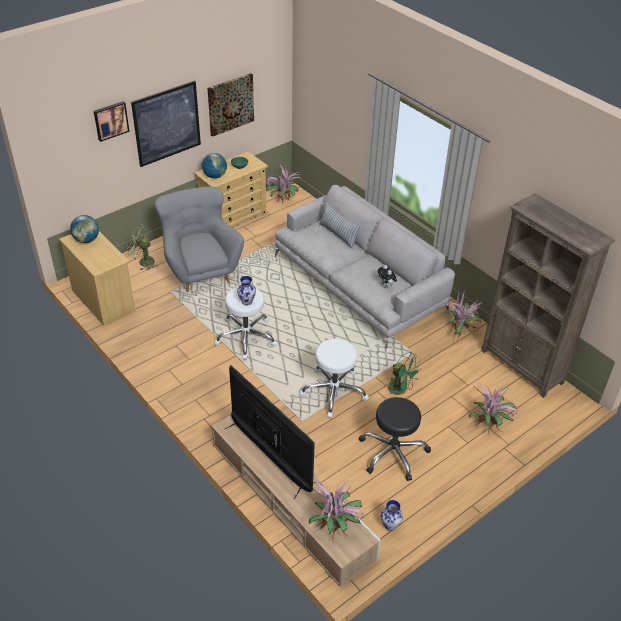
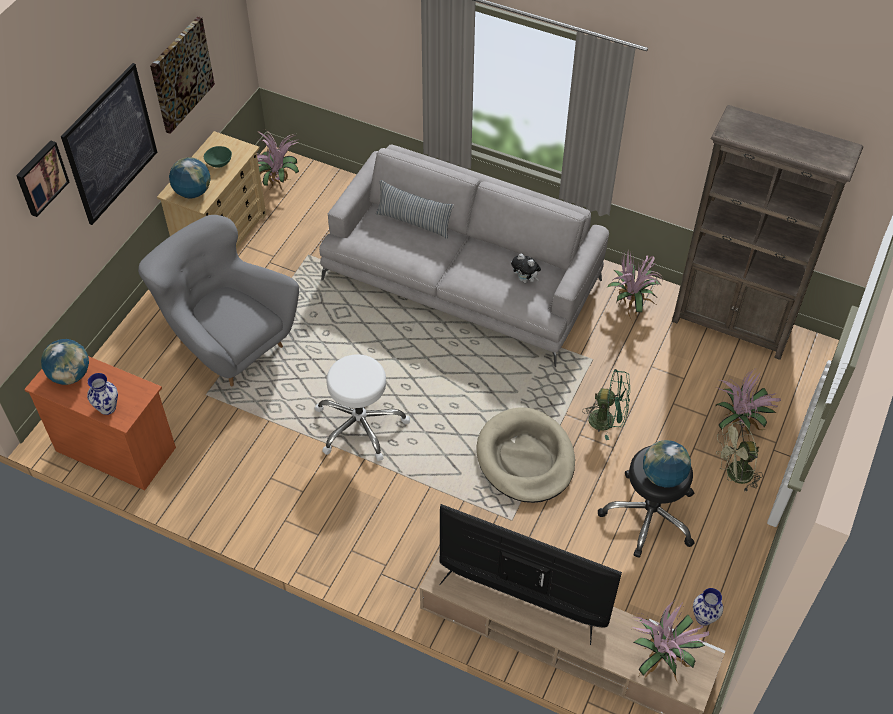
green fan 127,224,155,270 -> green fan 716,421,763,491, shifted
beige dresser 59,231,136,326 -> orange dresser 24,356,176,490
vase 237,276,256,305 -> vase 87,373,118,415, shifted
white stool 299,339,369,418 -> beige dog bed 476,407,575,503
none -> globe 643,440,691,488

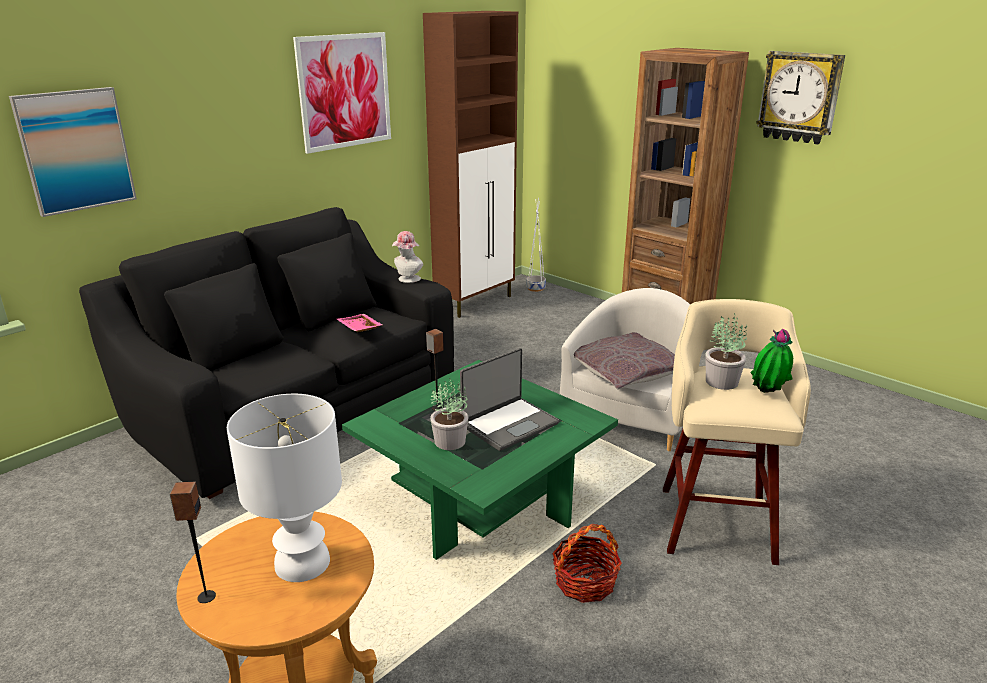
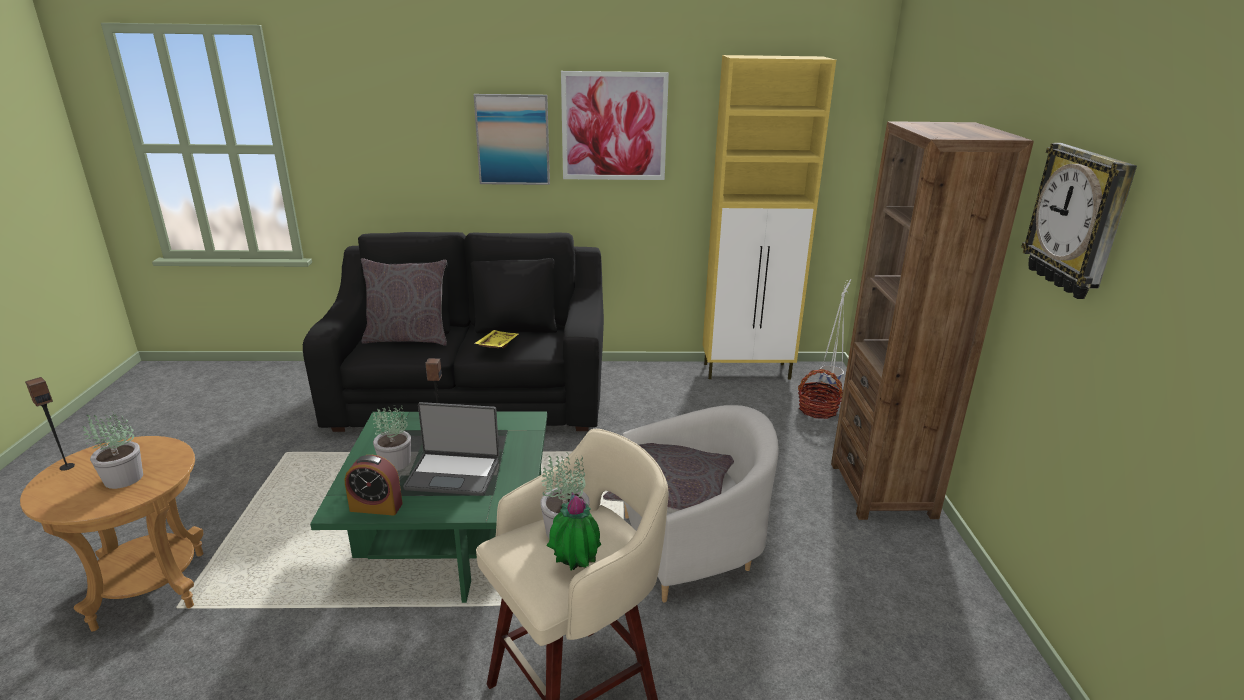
brown cabinet 423,11,518,318 -> yellow cabinet 703,55,836,379
picture 9,87,137,217 -> picture 474,94,550,185, shifted
hat 392,231,423,283 -> none
pink tray 337,314,383,332 -> yellow tray 474,330,519,348
white table lamp 227,394,342,582 -> potted plant 82,411,143,489
basket 552,524,622,603 -> basket 798,369,843,419, shifted
none -> grey pillow 361,258,447,346
none -> alarm clock 345,455,403,516

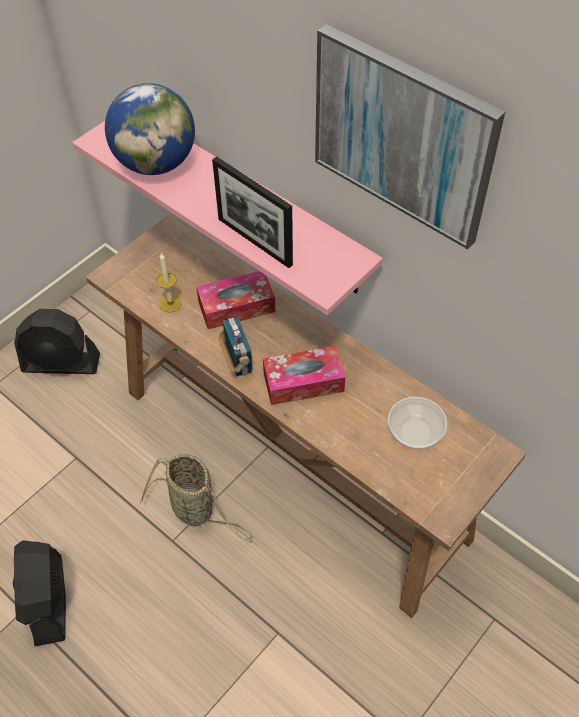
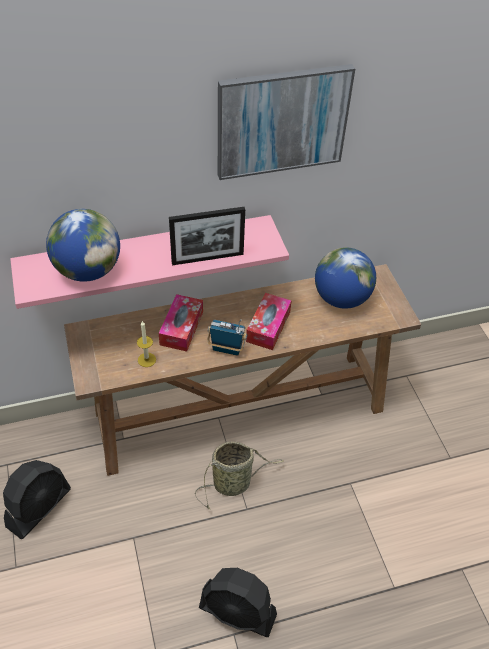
bowl 388,397,447,450 -> globe 315,247,376,309

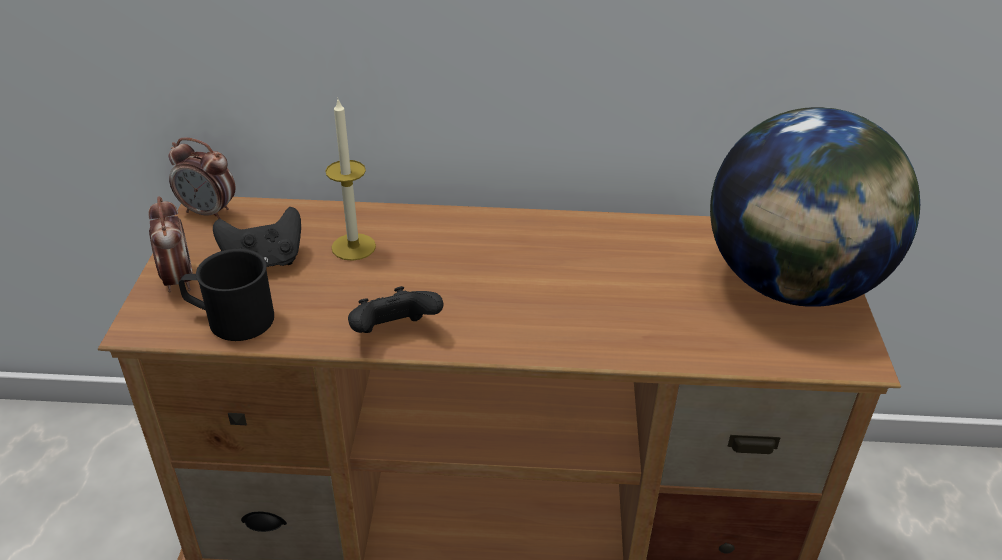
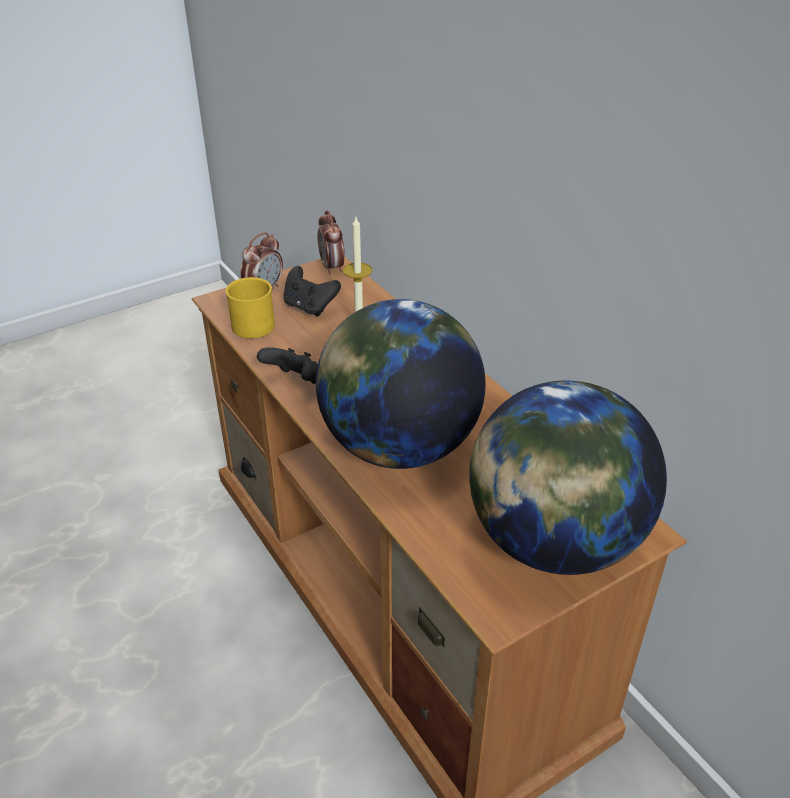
black mug 179,249,274,341 -> yellow mug 226,277,275,339
none -> globe 316,299,486,469

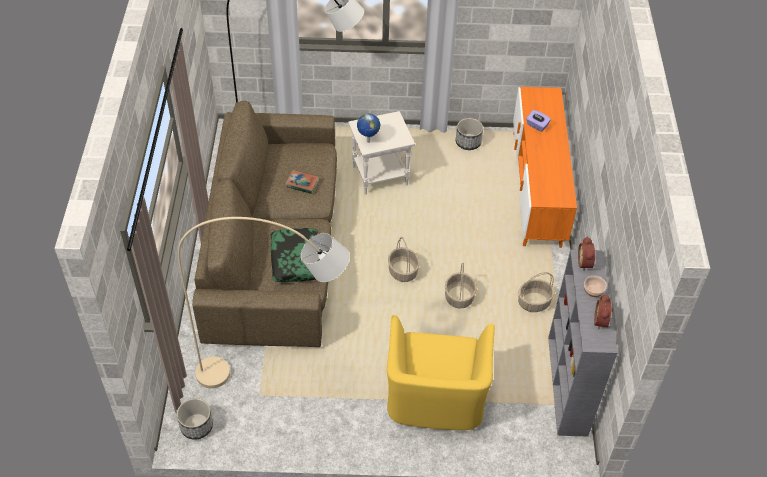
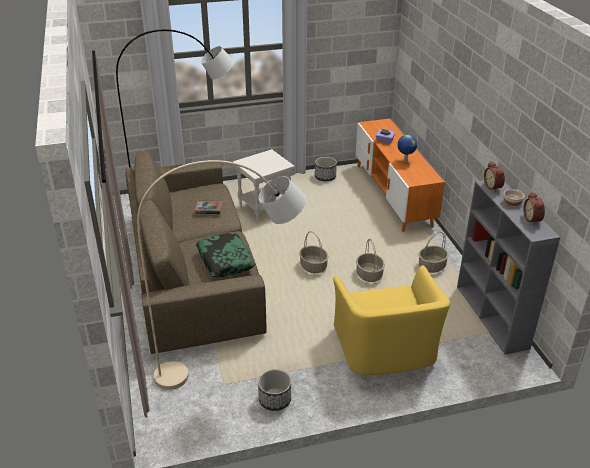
globe 357,113,380,143 -> globe 397,135,417,162, shifted
planter 177,398,213,440 -> planter 258,369,291,411, shifted

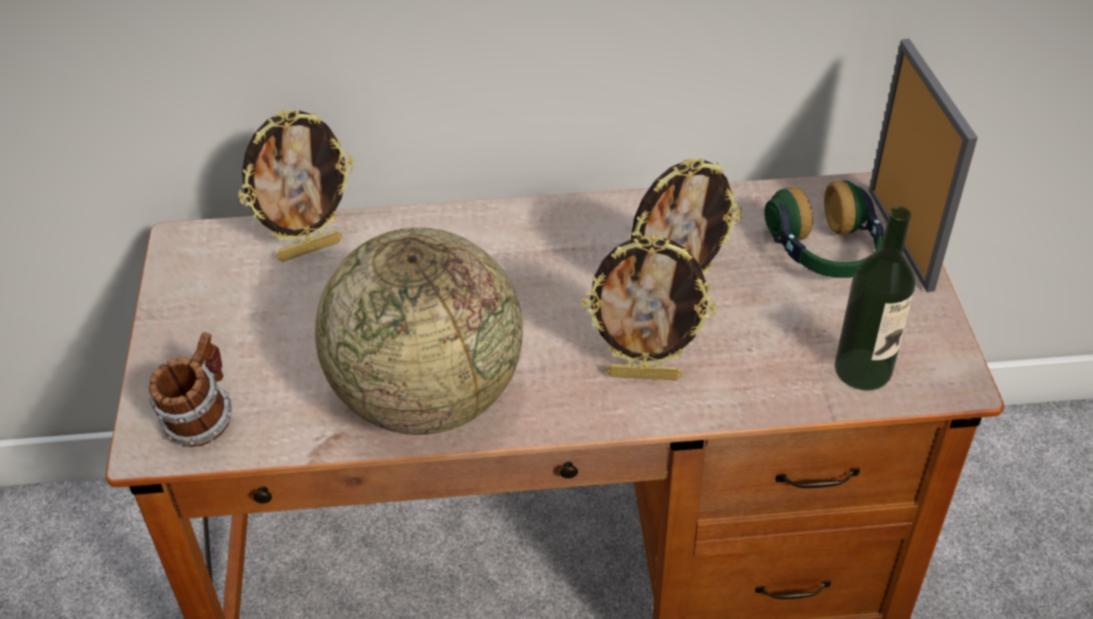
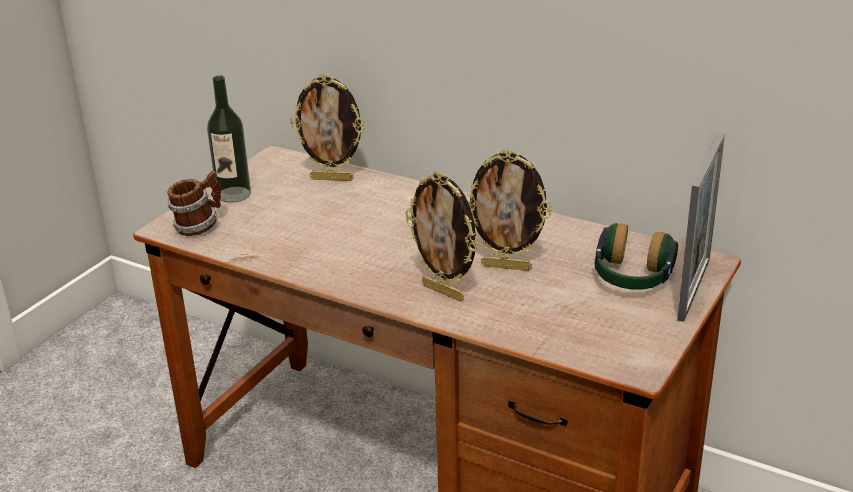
bottle 834,206,915,390 -> bottle 207,76,251,203, shifted
globe 315,227,523,435 -> none

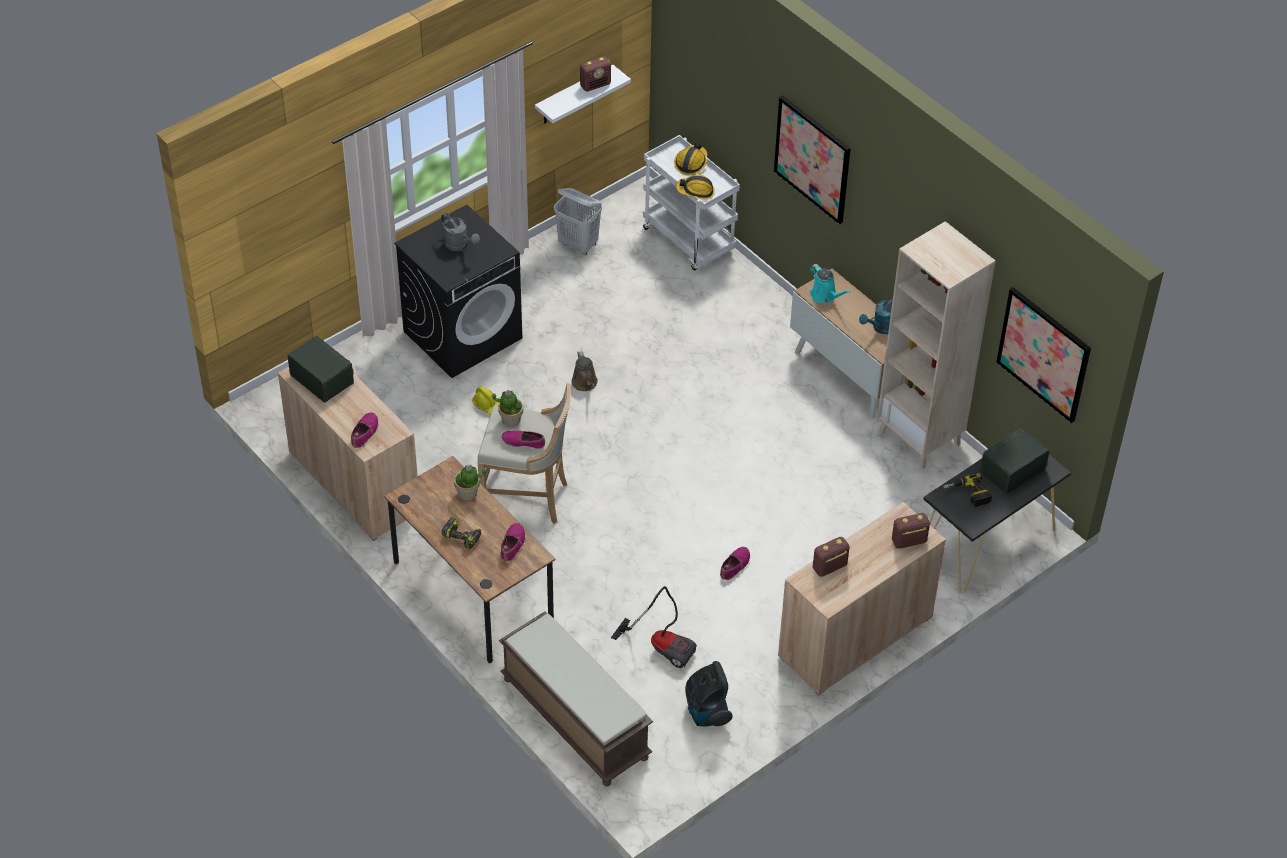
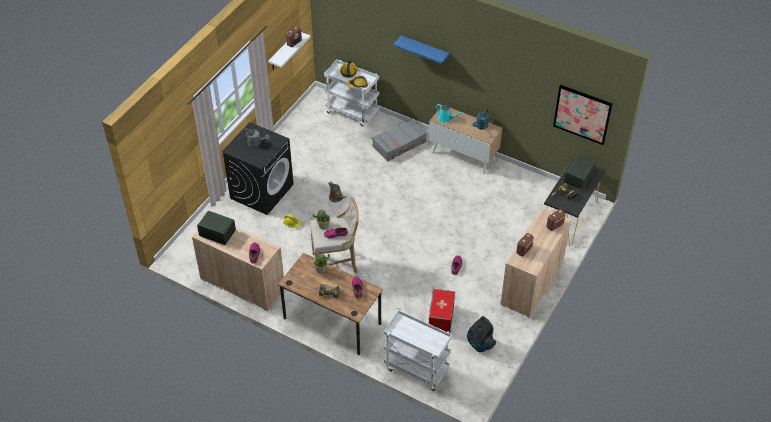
picture 774,95,851,225 -> blue shelf 393,35,449,64
white laundry basket 554,188,602,255 -> none
beige bookcase 877,221,996,469 -> none
vacuum cleaner 611,586,697,668 -> storage box 429,289,455,333
brown bench 499,611,653,786 -> white cart 384,310,452,391
none -> grey suitcase 372,118,427,162

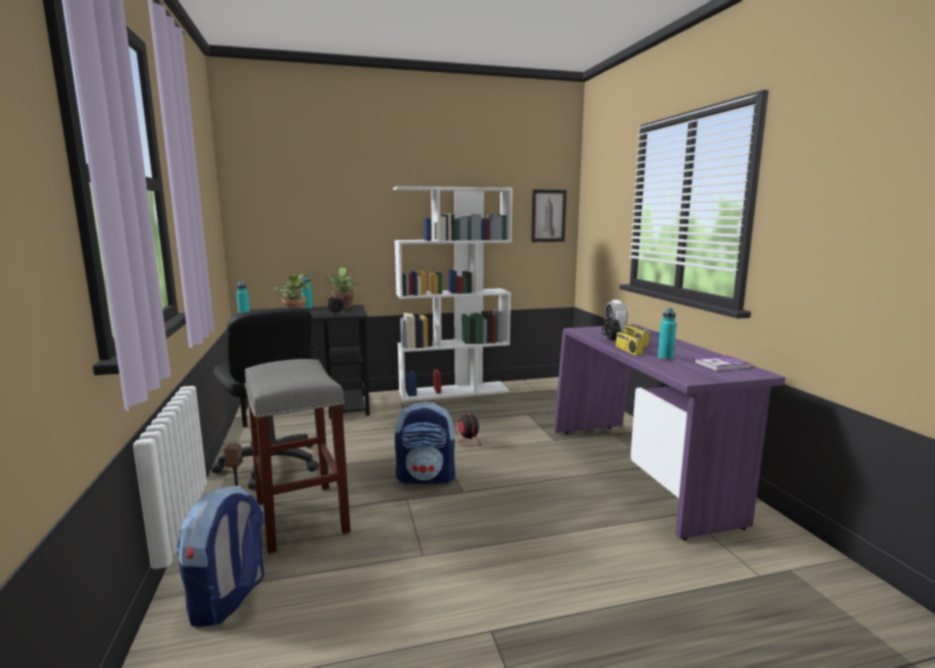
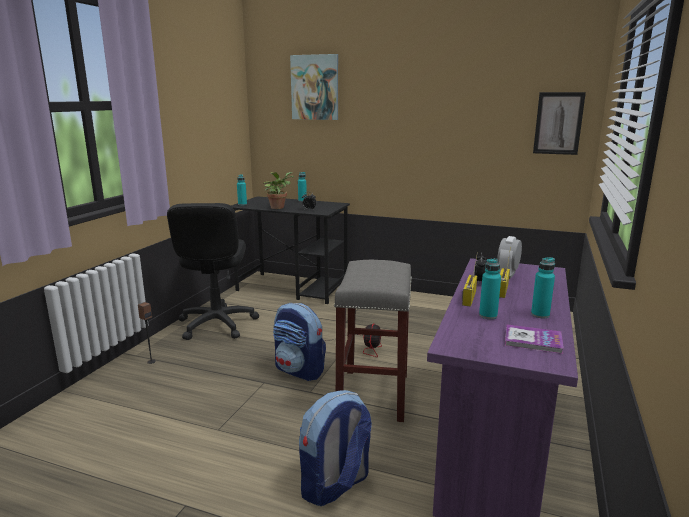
white bookcase 393,186,513,401 -> none
potted plant 324,268,361,309 -> none
grey stool 245,359,351,554 -> grey stool 334,260,412,422, shifted
backpack 176,486,264,627 -> backpack 299,390,372,506, shifted
none -> picture 290,54,338,120
none -> turquoise bottle 531,257,555,318

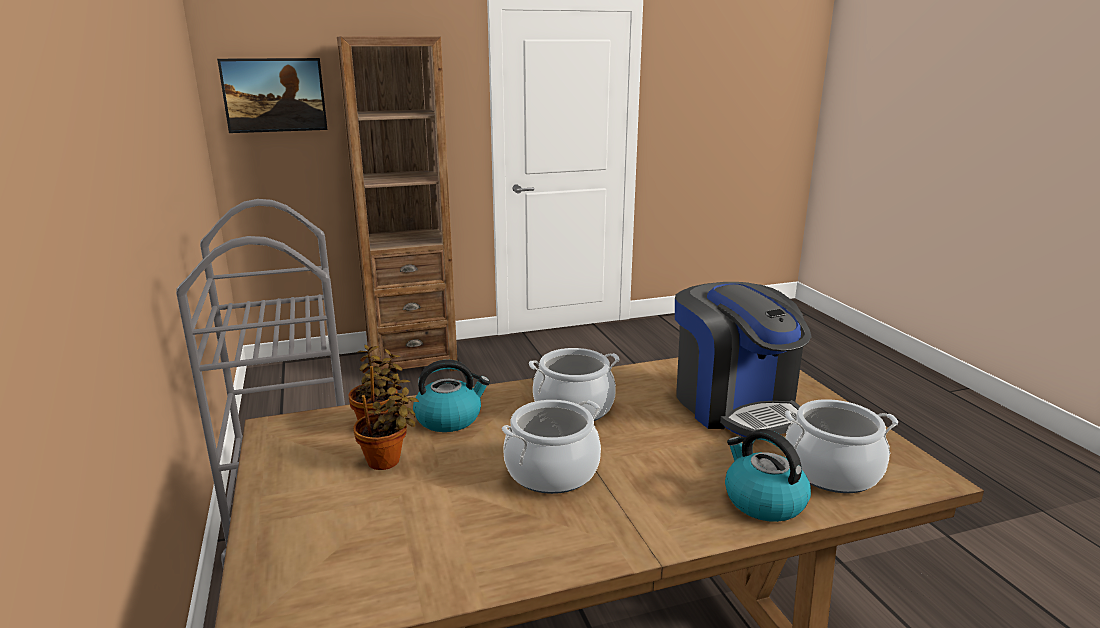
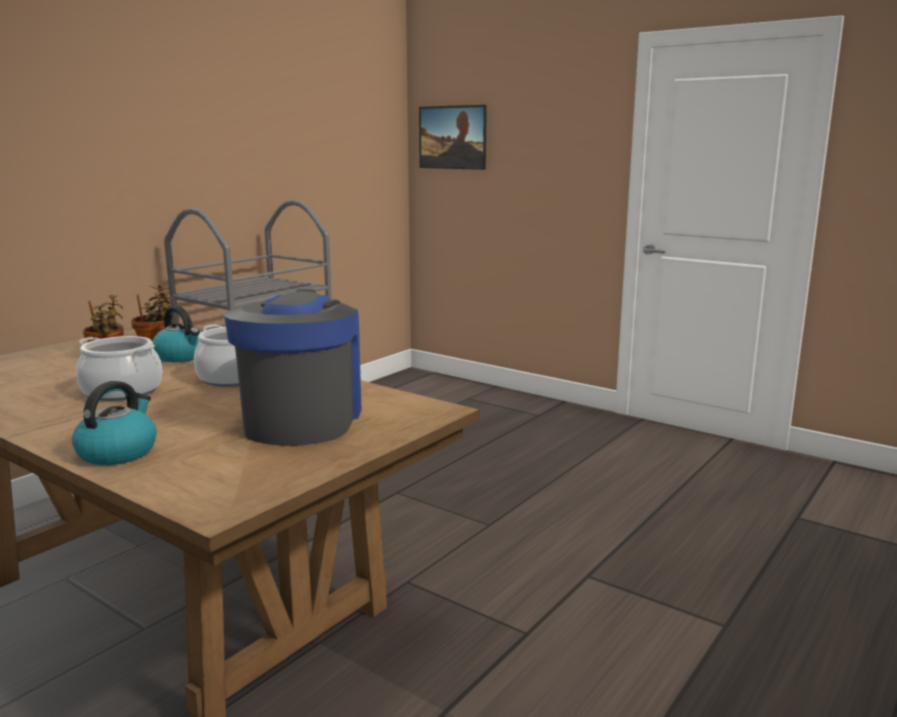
brown bookcase 337,36,457,374 -> none
coffee machine 675,282,812,437 -> coffee machine 224,289,362,446, 150 degrees clockwise
cooking pot 785,399,898,493 -> none

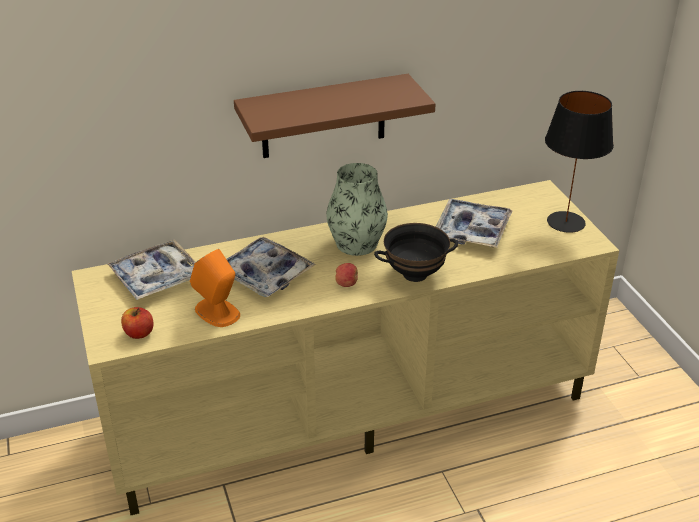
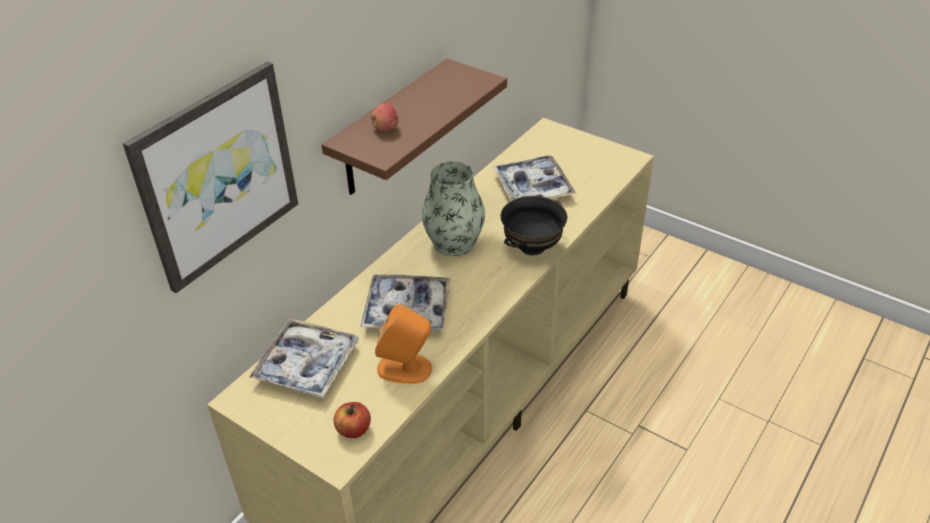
black table lamp 545,91,614,233 -> none
apple 335,263,358,287 -> apple 371,103,399,131, shifted
none -> picture 123,61,298,293

